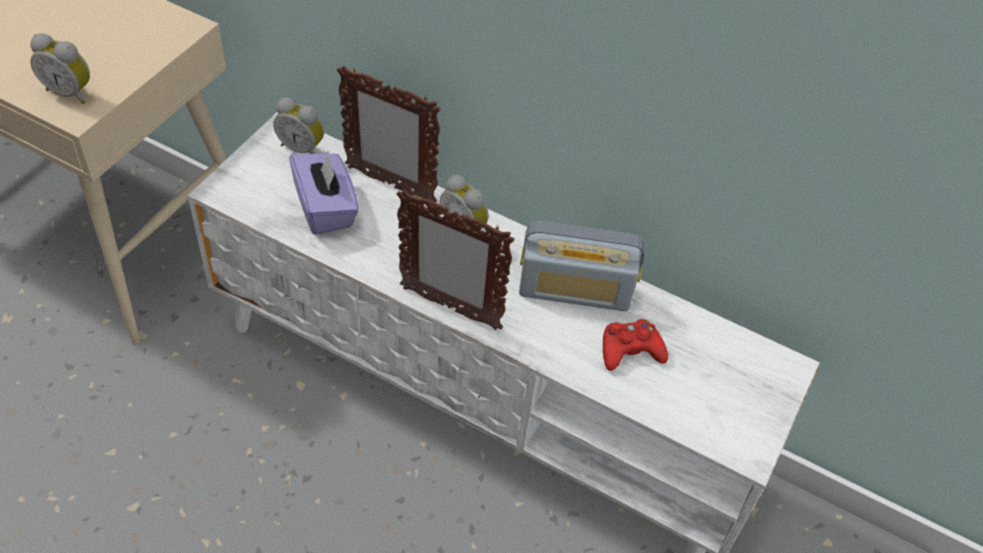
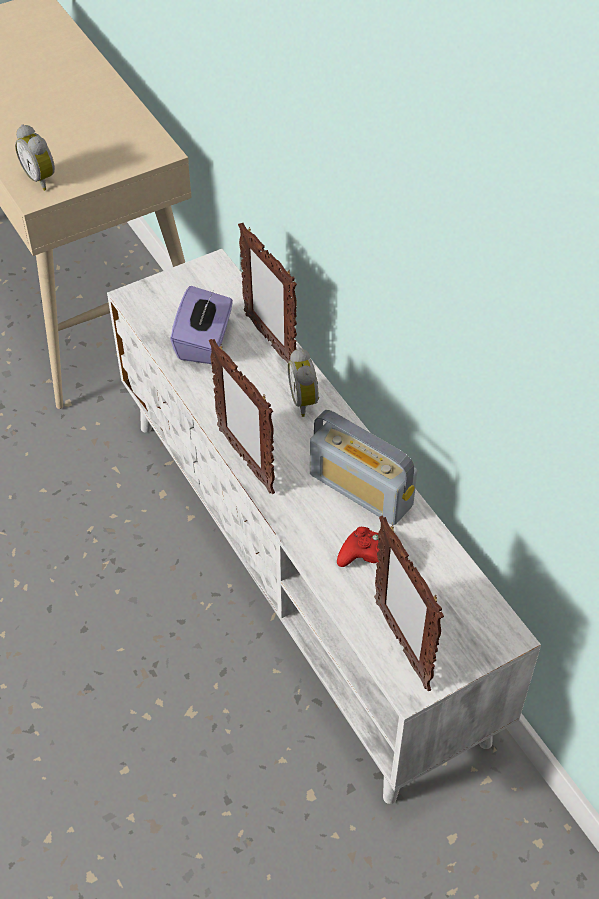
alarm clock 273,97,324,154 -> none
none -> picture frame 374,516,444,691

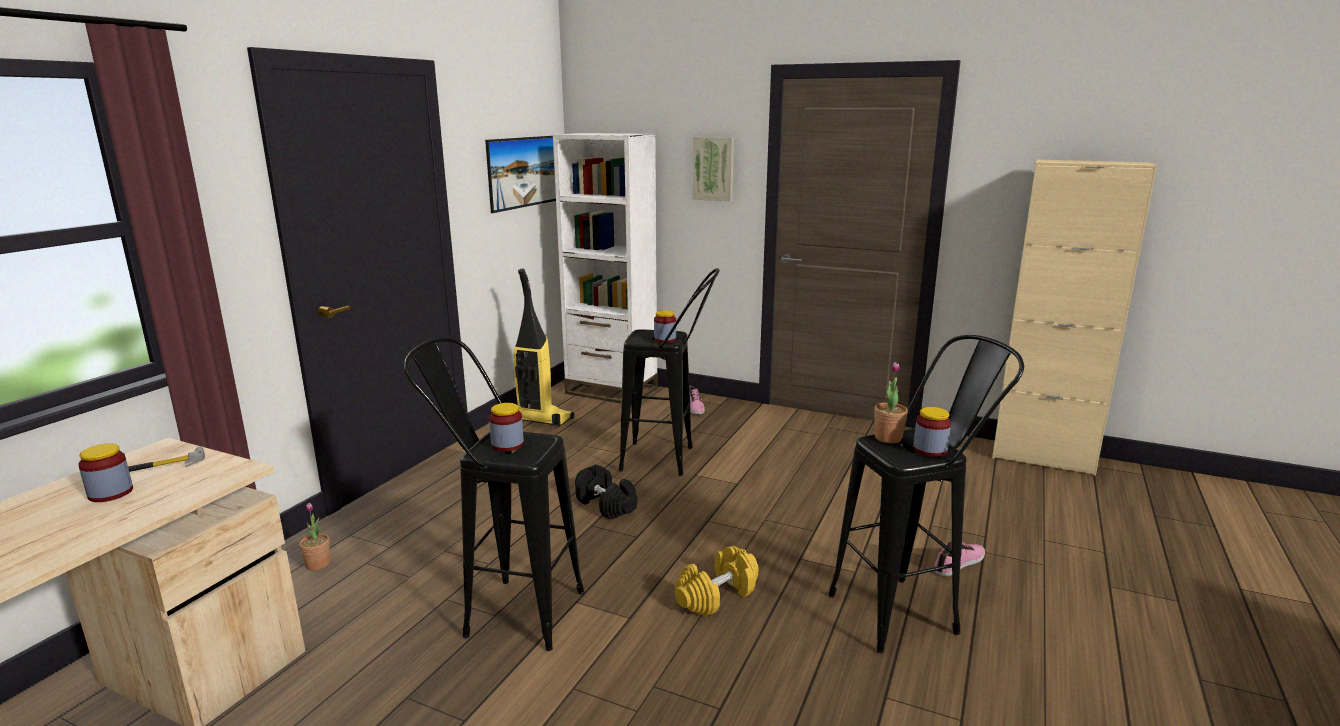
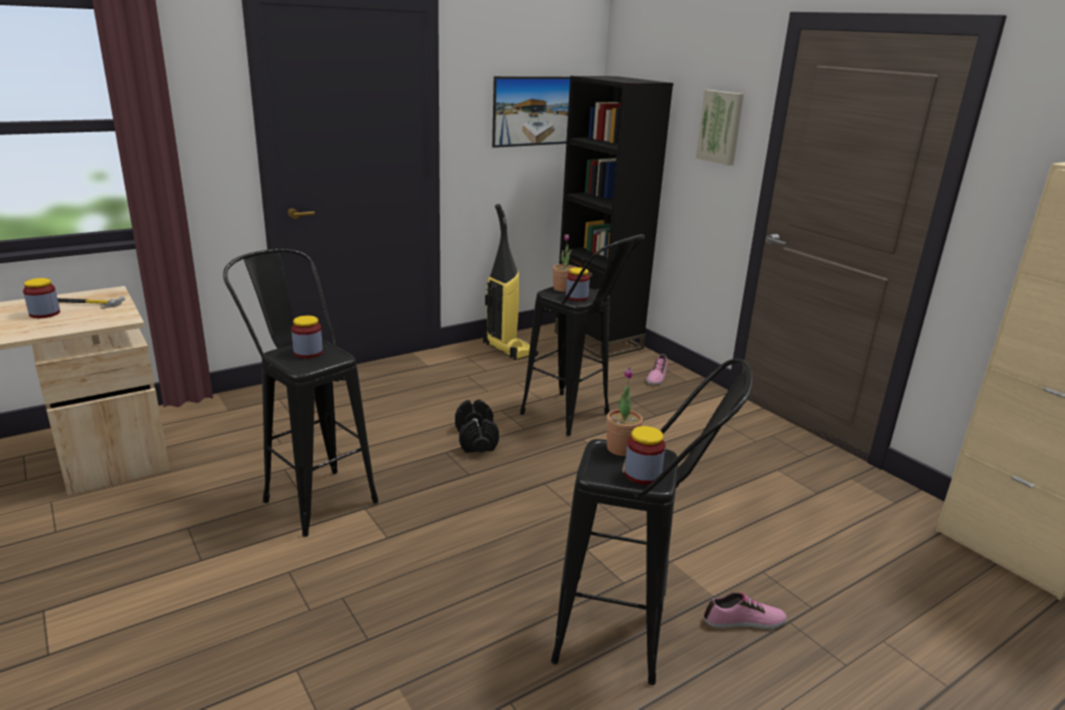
white bookcase 553,133,658,403 -> black bookcase 555,76,673,360
potted plant 299,503,330,571 -> potted plant 553,234,574,292, shifted
yellow dumbbell 675,546,758,617 -> none

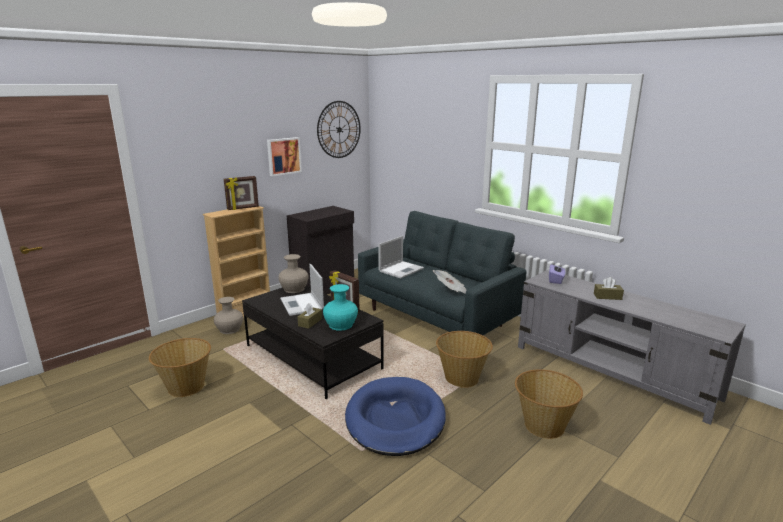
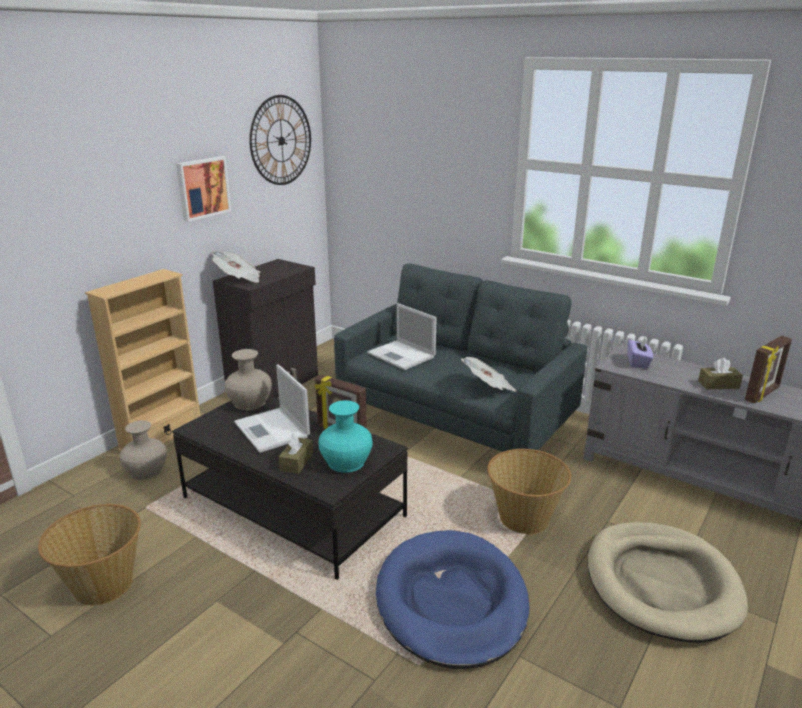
picture frame 224,176,259,210 -> picture frame 745,335,792,404, shifted
laptop 378,236,424,279 -> laptop 367,303,436,370, 105 degrees clockwise
basket 515,369,583,439 -> beige dog bed 587,522,748,643
none -> newspaper 212,251,260,283

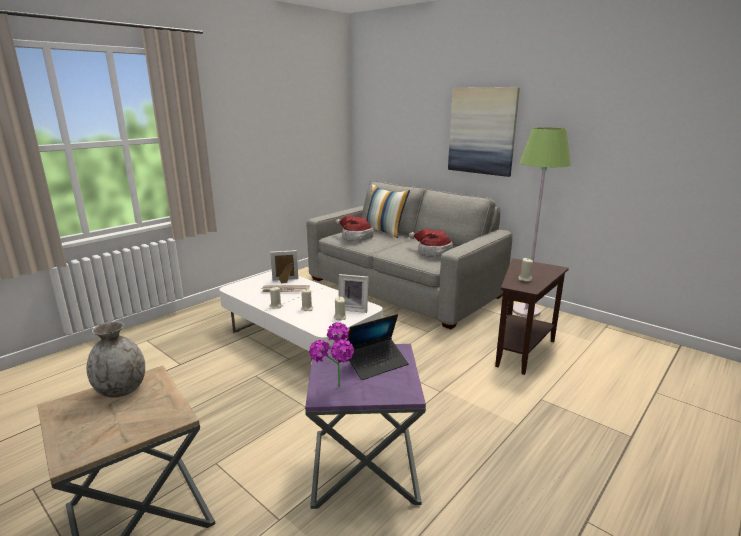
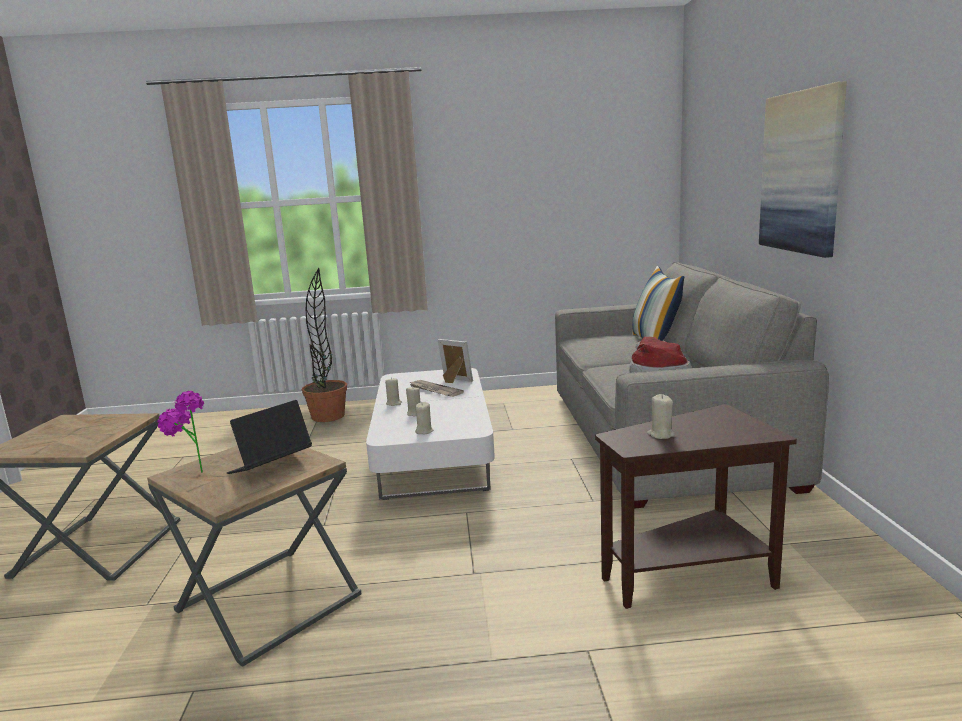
green floor lamp 513,127,571,317 -> none
hat 336,216,374,241 -> none
picture frame 338,274,369,313 -> none
laptop 344,314,409,380 -> laptop 227,400,312,474, 120 degrees clockwise
grey vase 87,321,145,398 -> none
purple side table 305,344,426,509 -> brown side table 147,446,362,667
none -> potted plant 301,268,347,422

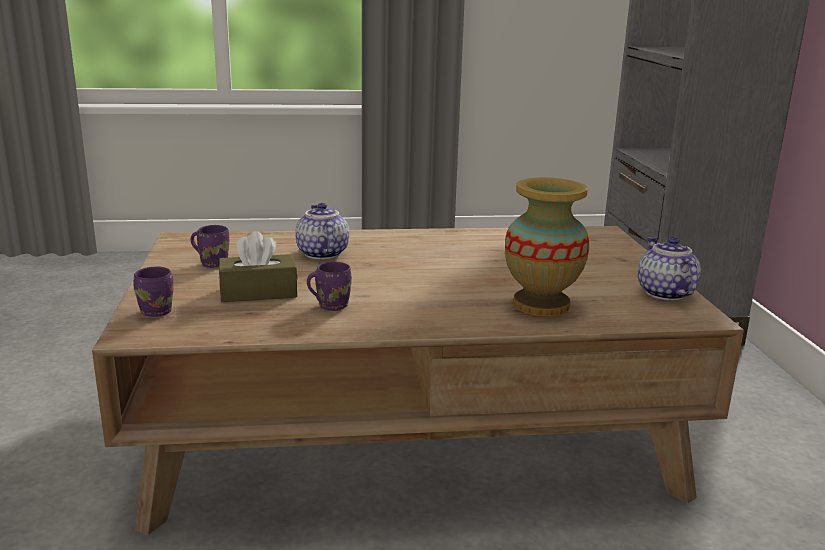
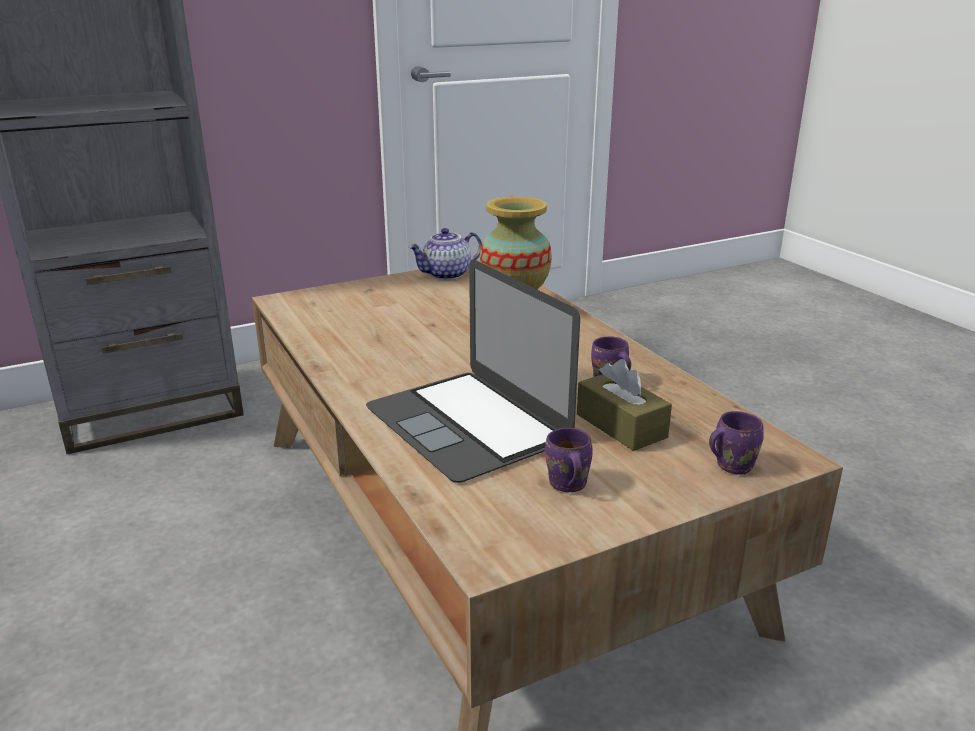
teapot 295,203,349,260 -> laptop 366,260,580,483

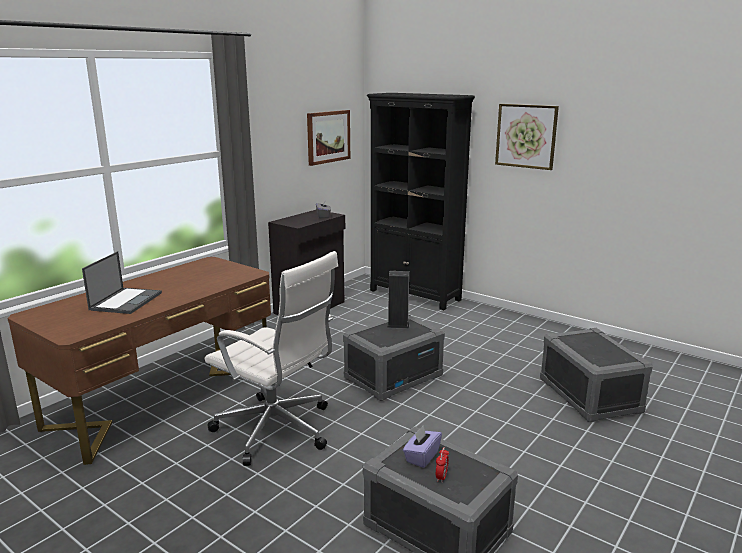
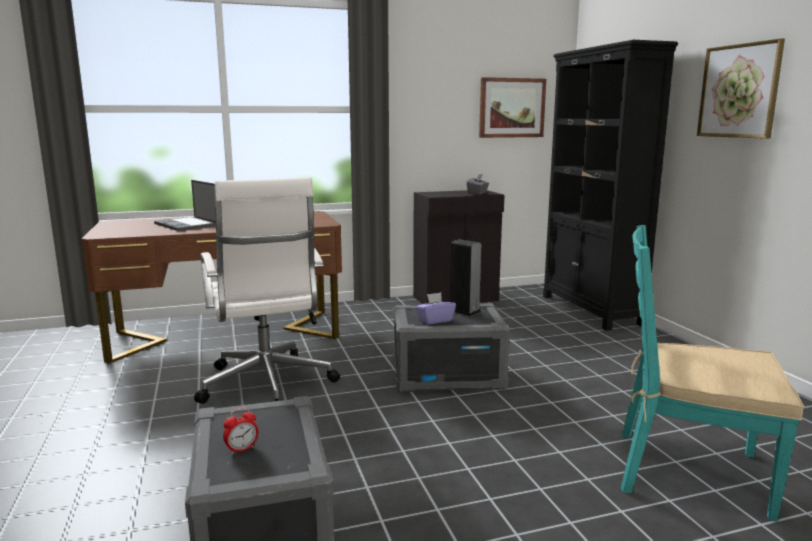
laptop 82,251,162,314 -> laptop 154,180,216,231, 90 degrees clockwise
grey storage box 540,328,653,422 -> turquoise chair 621,225,804,521
purple tissue box 403,425,442,468 -> purple tissue box 416,293,456,325, shifted

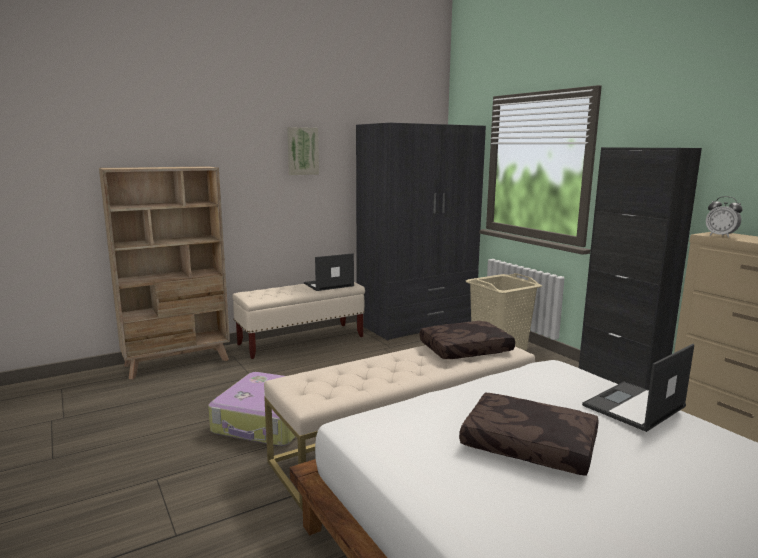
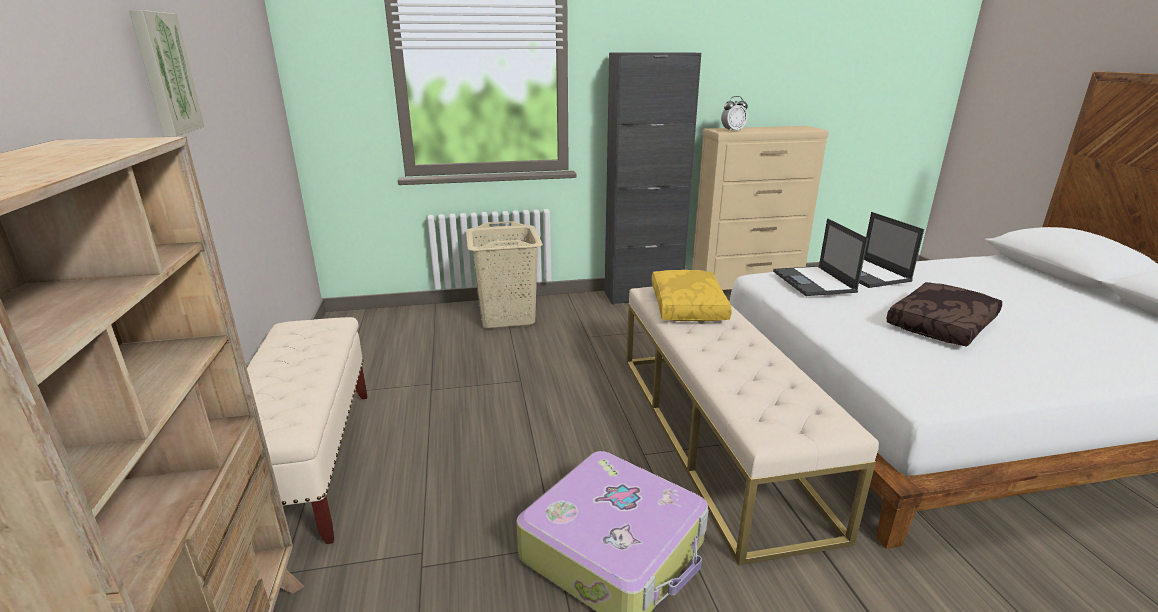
grey wardrobe 356,123,486,340 -> none
laptop 304,253,354,291 -> laptop 773,218,868,296, shifted
brown pillow 420,321,515,359 -> yellow pillow 652,270,732,321

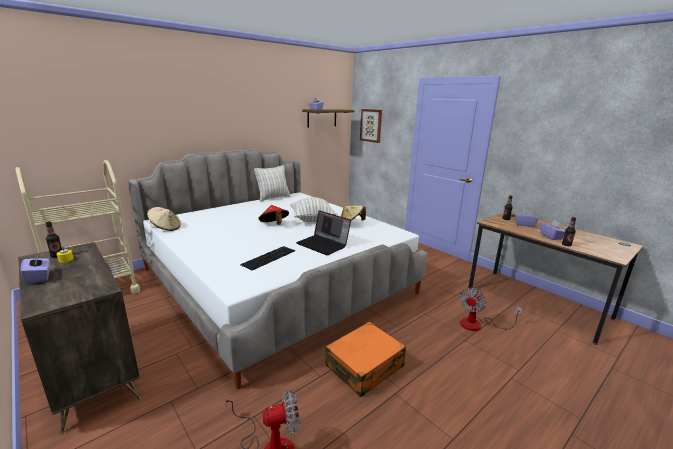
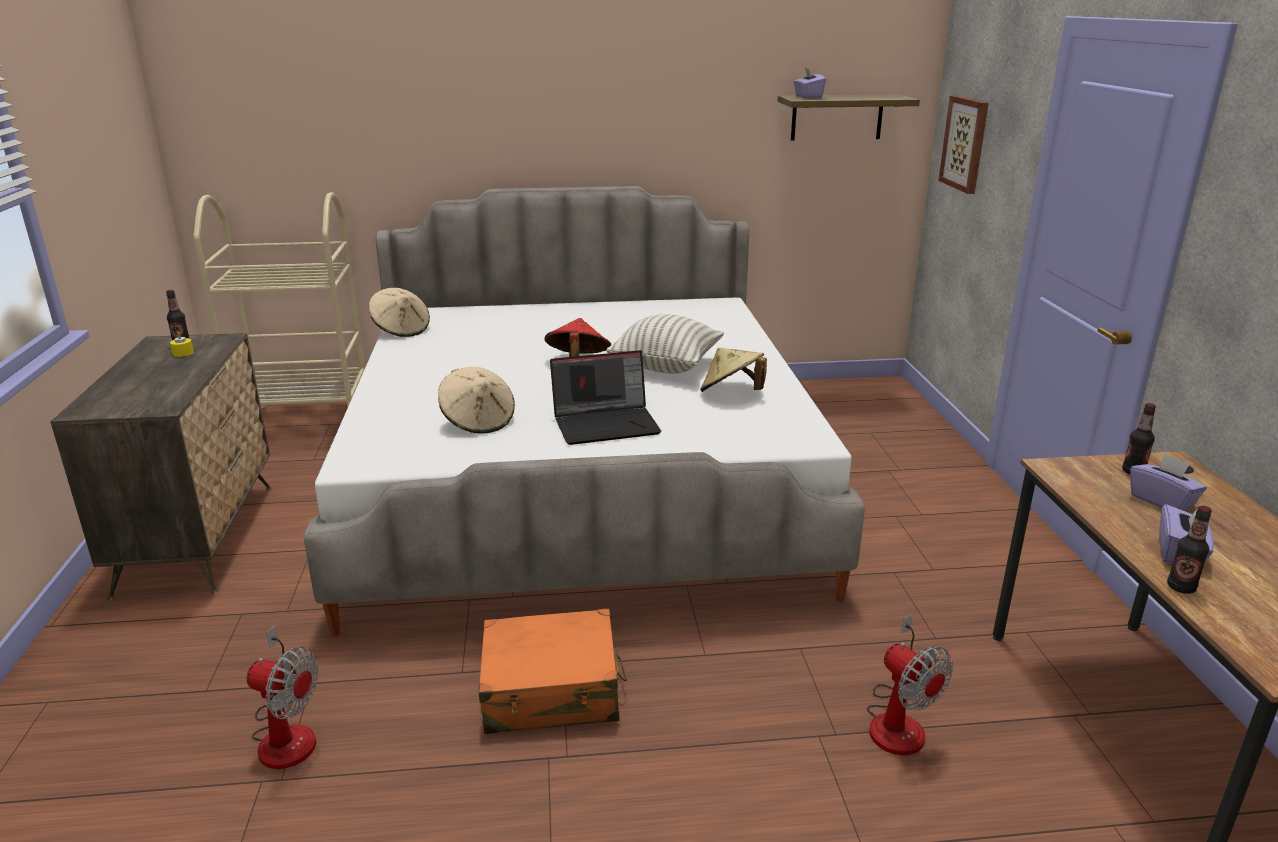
pillow 254,165,291,202 -> none
laptop 296,210,351,255 -> laptop 550,350,661,445, 90 degrees counterclockwise
keyboard 240,246,295,270 -> beige hat 438,367,515,434
purple tissue box 21,252,50,284 -> none
fan 460,288,522,331 -> fan 867,614,953,755, 105 degrees counterclockwise

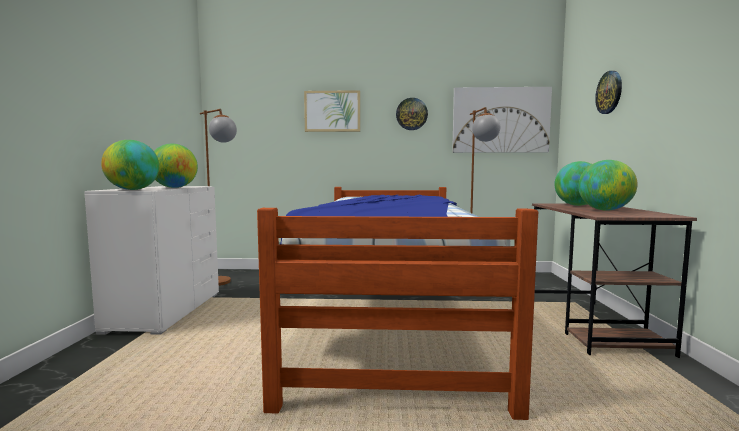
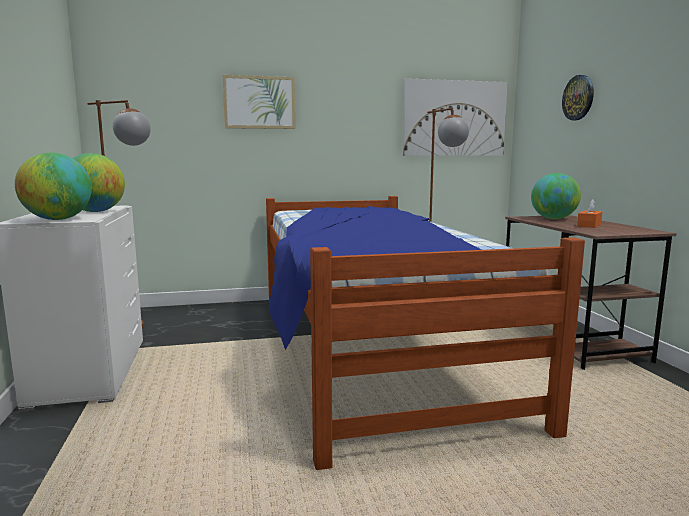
wall clock 396,98,428,130 -> none
globe 578,160,638,211 -> orange tissue box 577,199,602,228

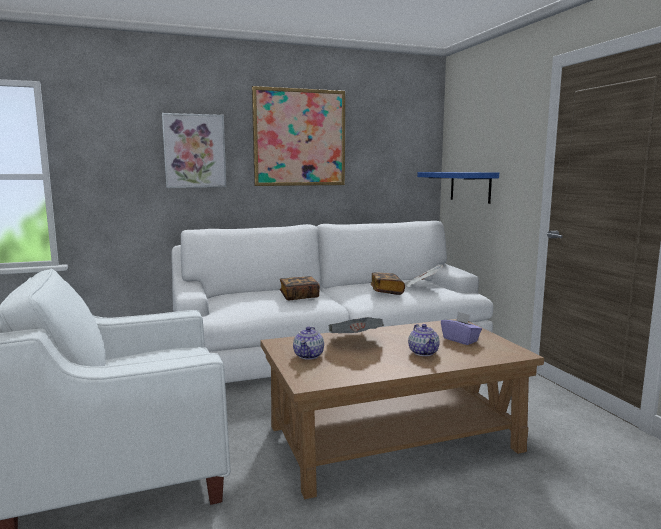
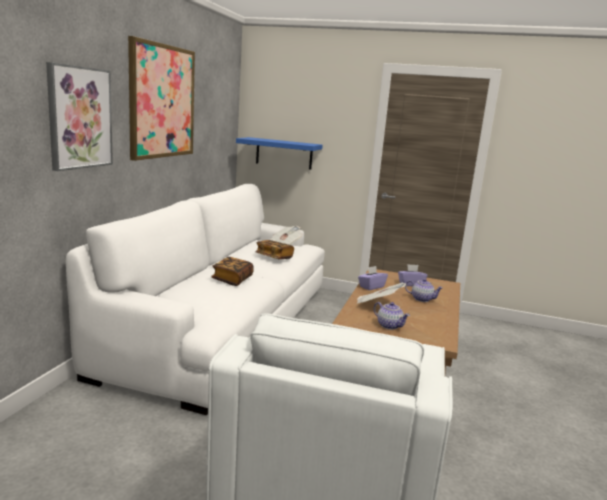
none -> purple tissue box 358,266,388,290

